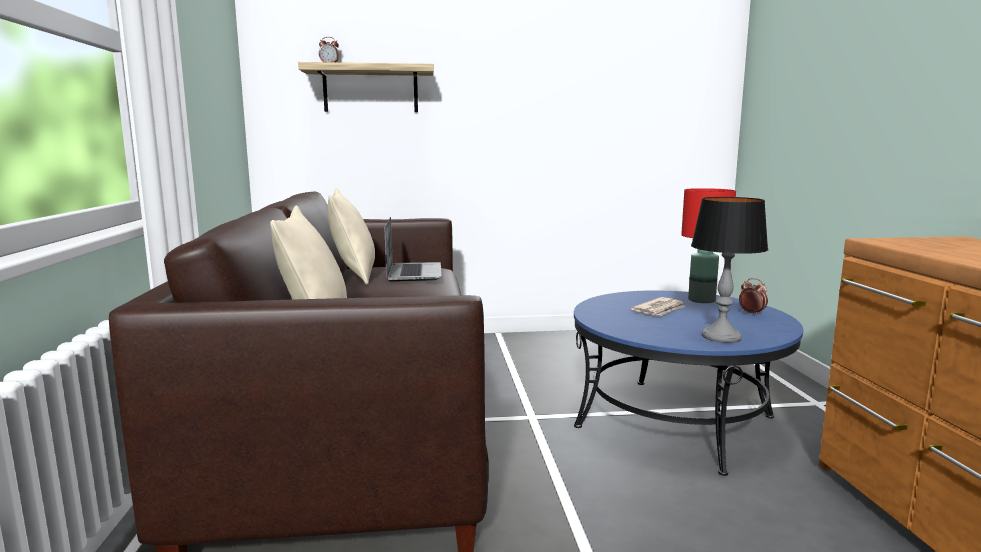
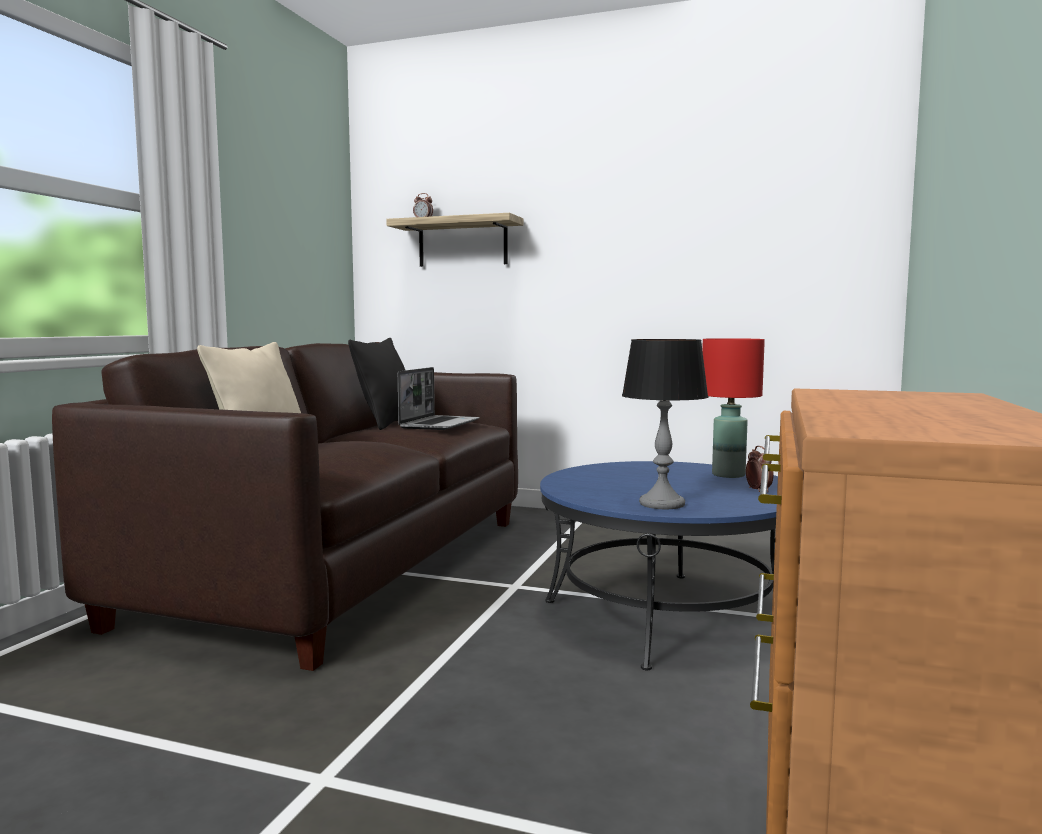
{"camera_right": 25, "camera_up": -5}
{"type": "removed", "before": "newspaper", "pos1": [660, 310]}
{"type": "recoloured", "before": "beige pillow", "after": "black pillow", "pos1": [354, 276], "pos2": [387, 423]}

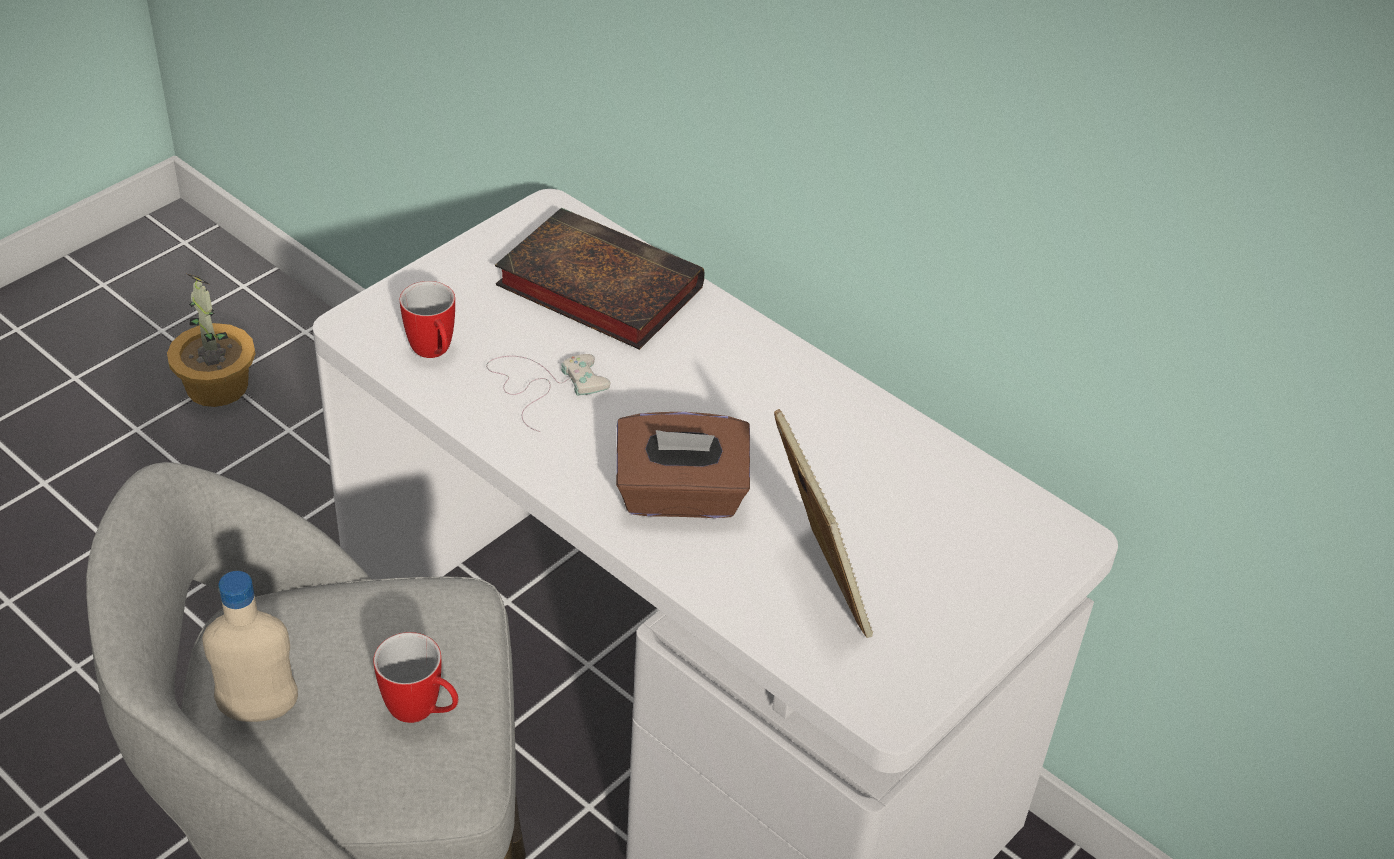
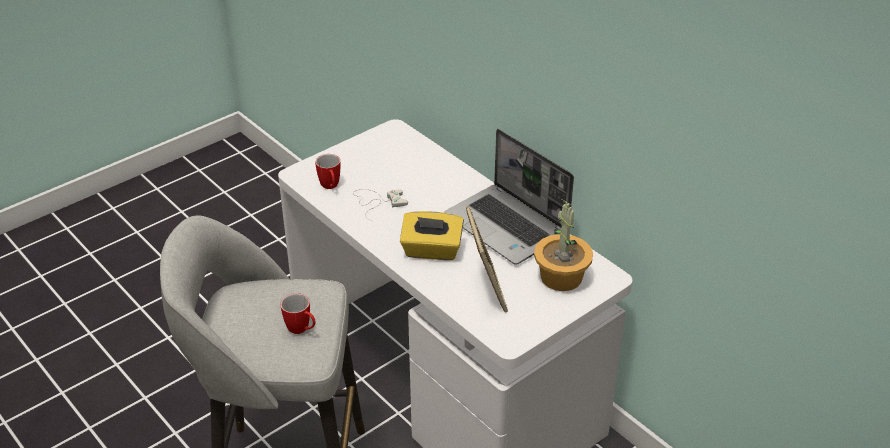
{"camera_right": 10, "camera_up": -5}
{"type": "removed", "before": "beige bottle", "pos1": [259, 710]}
{"type": "removed", "before": "book", "pos1": [594, 286]}
{"type": "added", "after": "laptop", "pos2": [507, 226]}
{"type": "moved", "before": "potted plant", "pos1": [216, 386], "pos2": [560, 277]}
{"type": "recoloured", "before": "brown tissue box", "after": "yellow tissue box", "pos1": [680, 496], "pos2": [431, 251]}

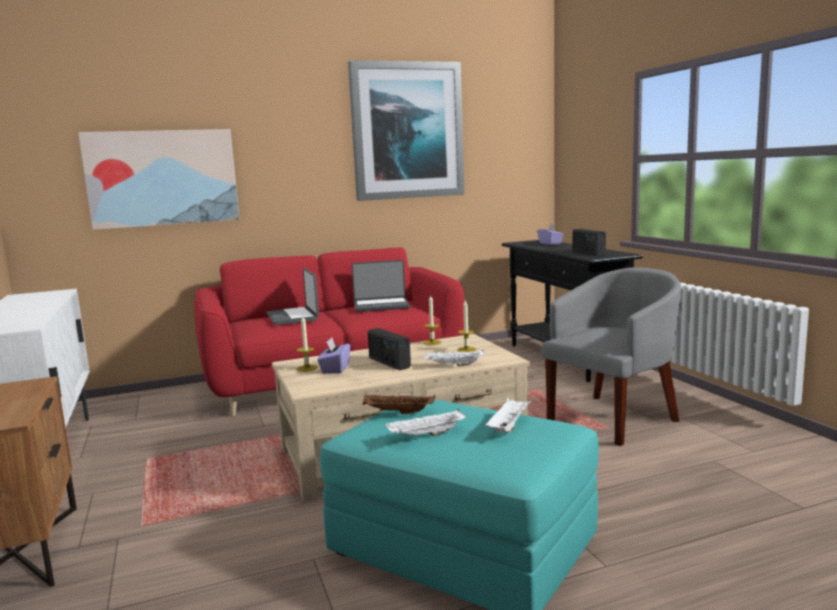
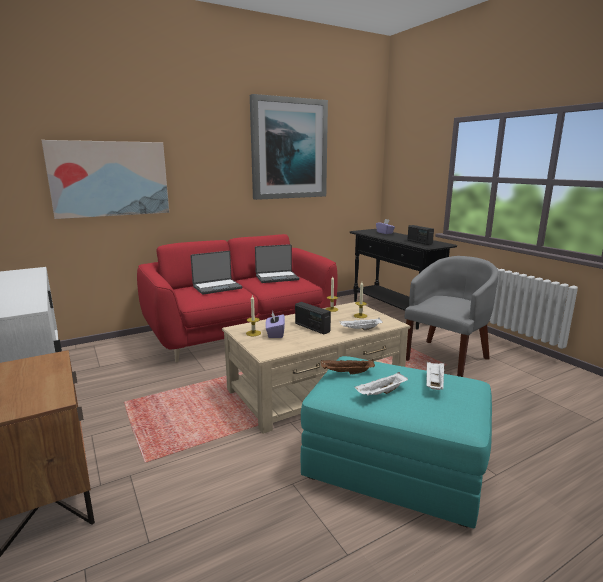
{"camera_right": -10, "camera_up": 5}
{"type": "turned", "before": "laptop", "pos1": [293, 317], "pos2": [217, 287], "turn": -90}

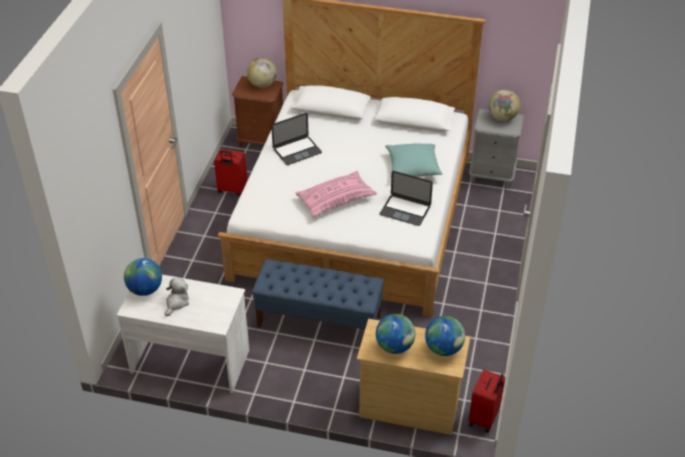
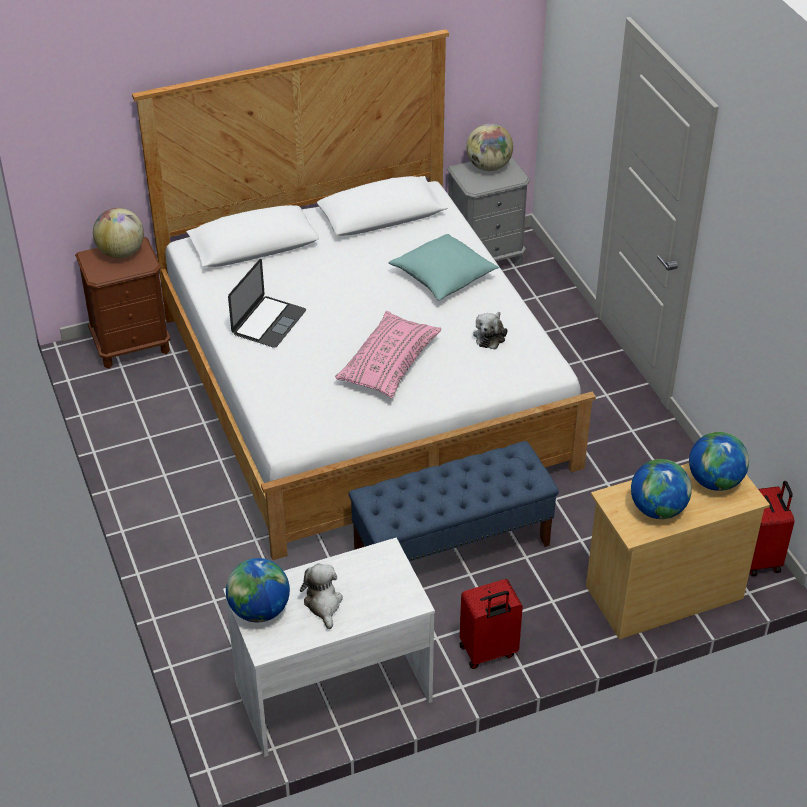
{"camera_right": -35, "camera_up": 0}
{"type": "moved", "before": "red suitcase", "pos1": [232, 189], "pos2": [488, 652]}
{"type": "replaced", "before": "laptop", "after": "plush toy", "pos1": [405, 210], "pos2": [490, 336]}

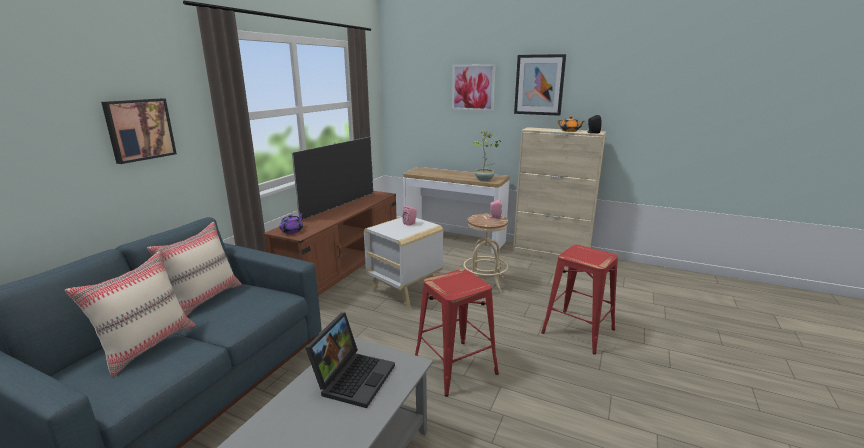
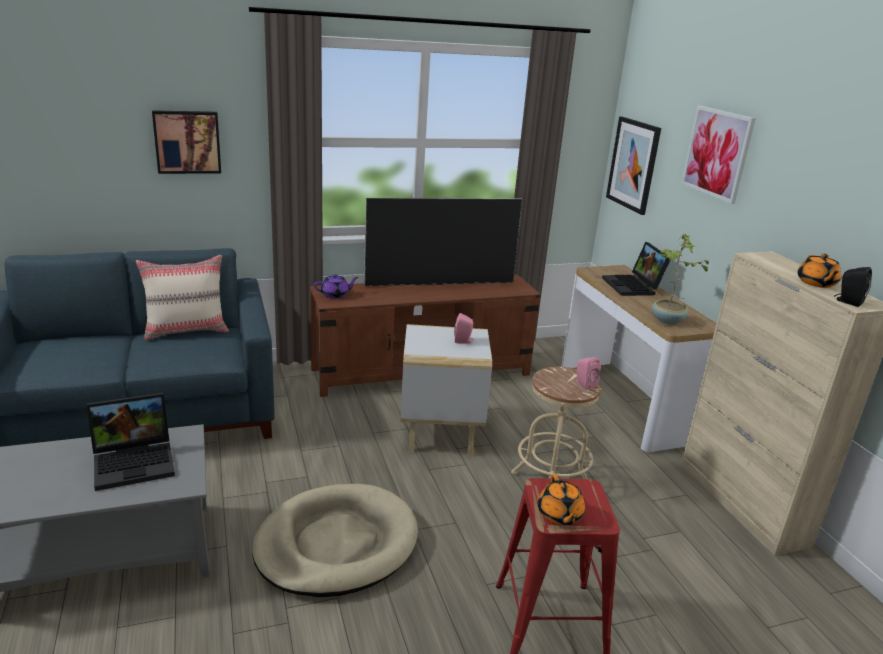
{"camera_right": 45, "camera_up": 5}
{"type": "removed", "before": "beige pillow", "pos1": [147, 345]}
{"type": "added", "after": "orange teapot", "pos2": [559, 515]}
{"type": "added", "after": "laptop", "pos2": [634, 287]}
{"type": "moved", "before": "picture", "pos1": [539, 85], "pos2": [633, 164]}
{"type": "replaced", "before": "red stool", "after": "beige dog bed", "pos1": [455, 367], "pos2": [336, 544]}

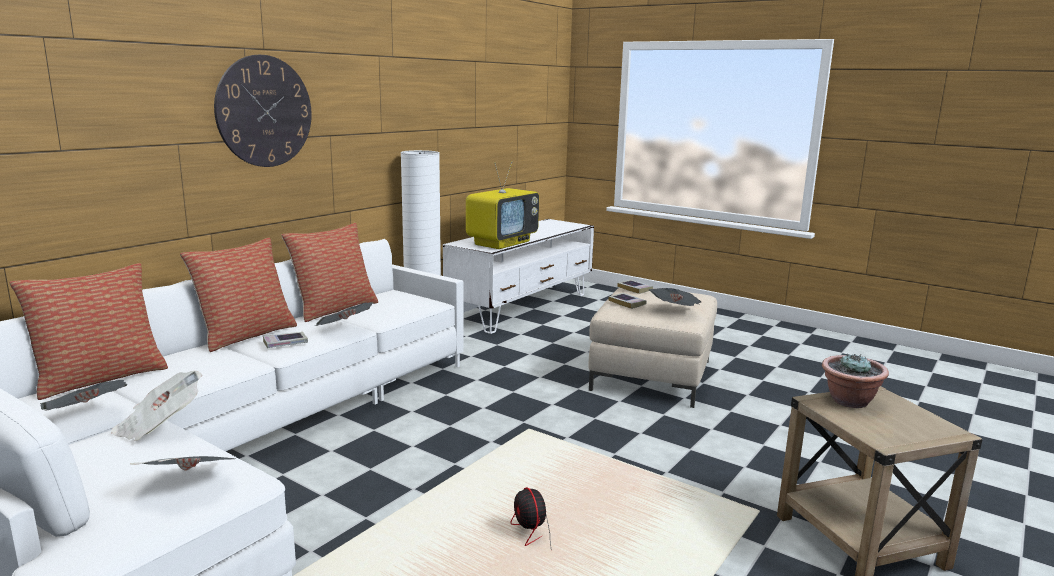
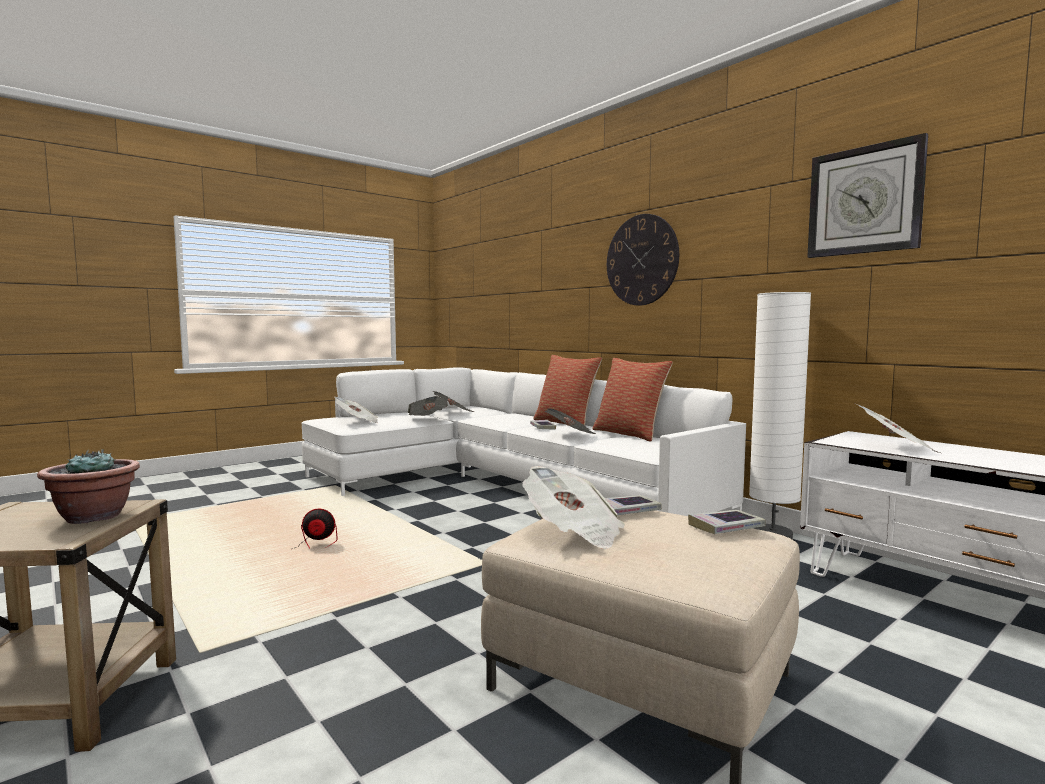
{"camera_right": 105, "camera_up": -10}
{"type": "removed", "before": "pillow", "pos1": [100, 378]}
{"type": "added", "after": "wall clock", "pos2": [864, 200]}
{"type": "replaced", "before": "television", "after": "newspaper", "pos1": [502, 243], "pos2": [895, 448]}

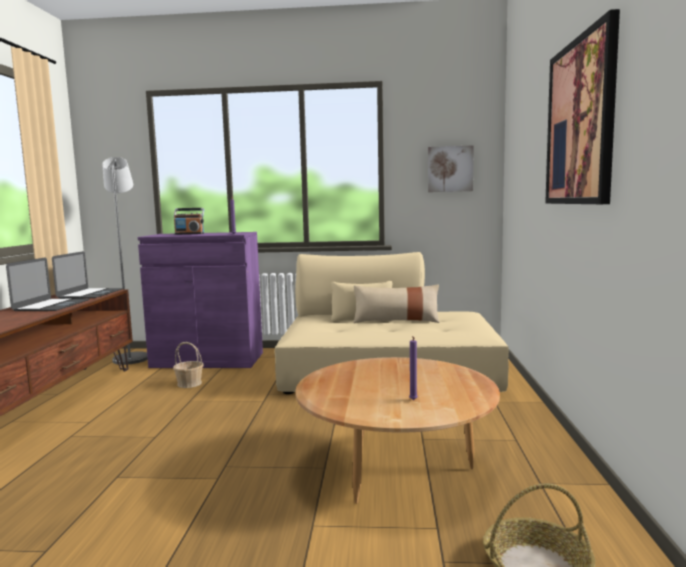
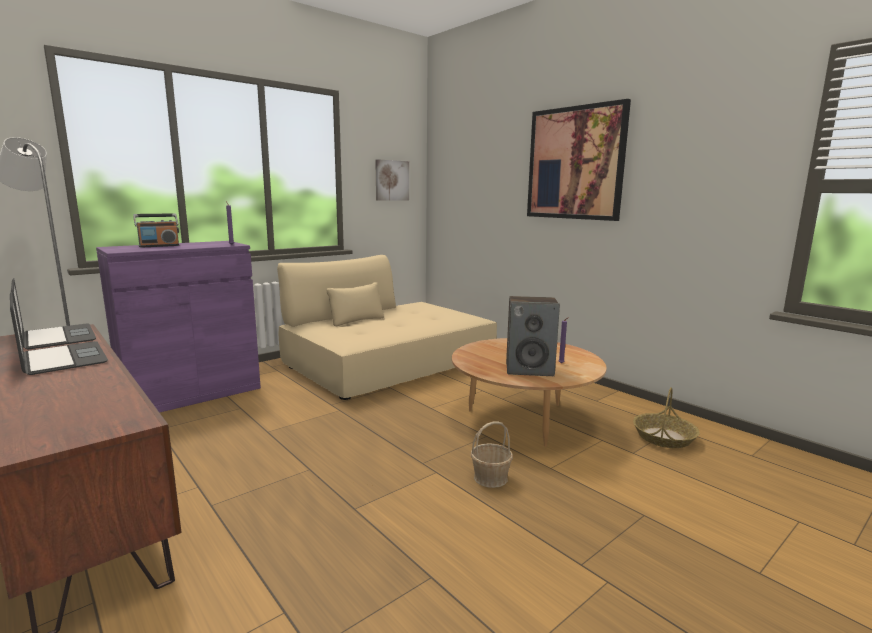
{"camera_right": -45, "camera_up": 5}
{"type": "removed", "before": "beige pillow", "pos1": [396, 320]}
{"type": "added", "after": "speaker", "pos2": [529, 369]}
{"type": "moved", "before": "basket", "pos1": [189, 383], "pos2": [491, 478]}

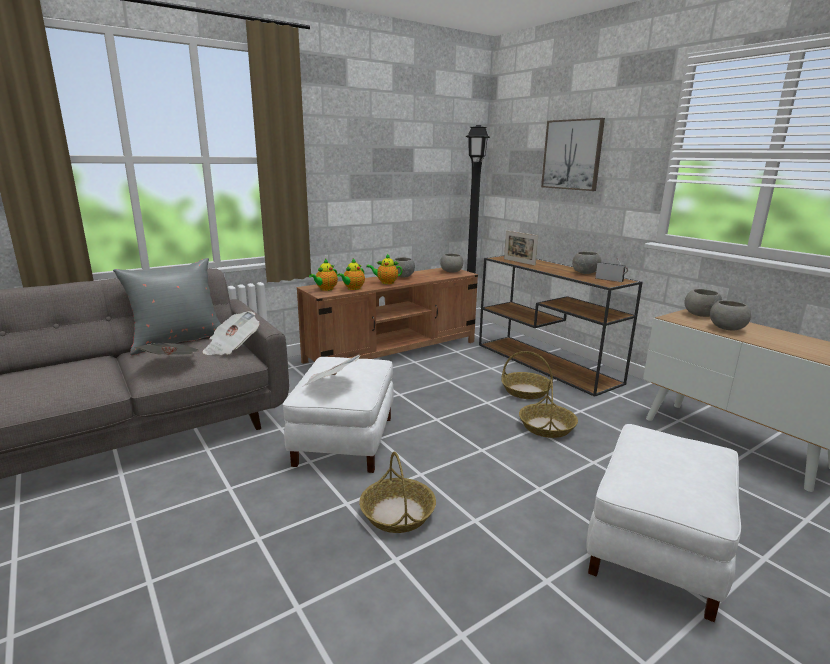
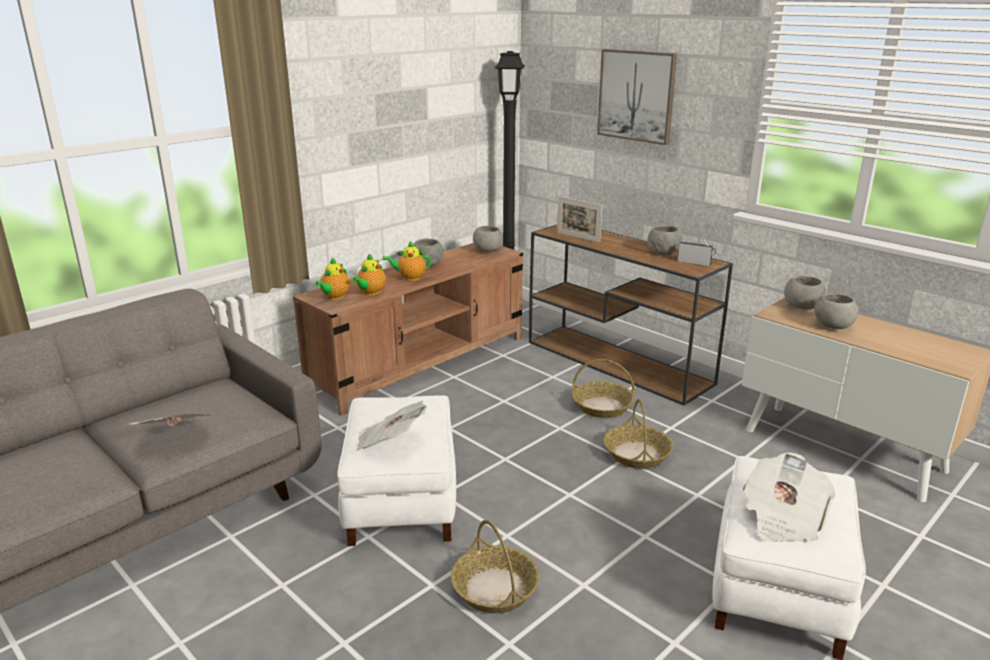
{"camera_right": -10, "camera_up": 5}
{"type": "removed", "before": "grey pillow", "pos1": [178, 341]}
{"type": "moved", "before": "newspaper", "pos1": [232, 348], "pos2": [782, 518]}

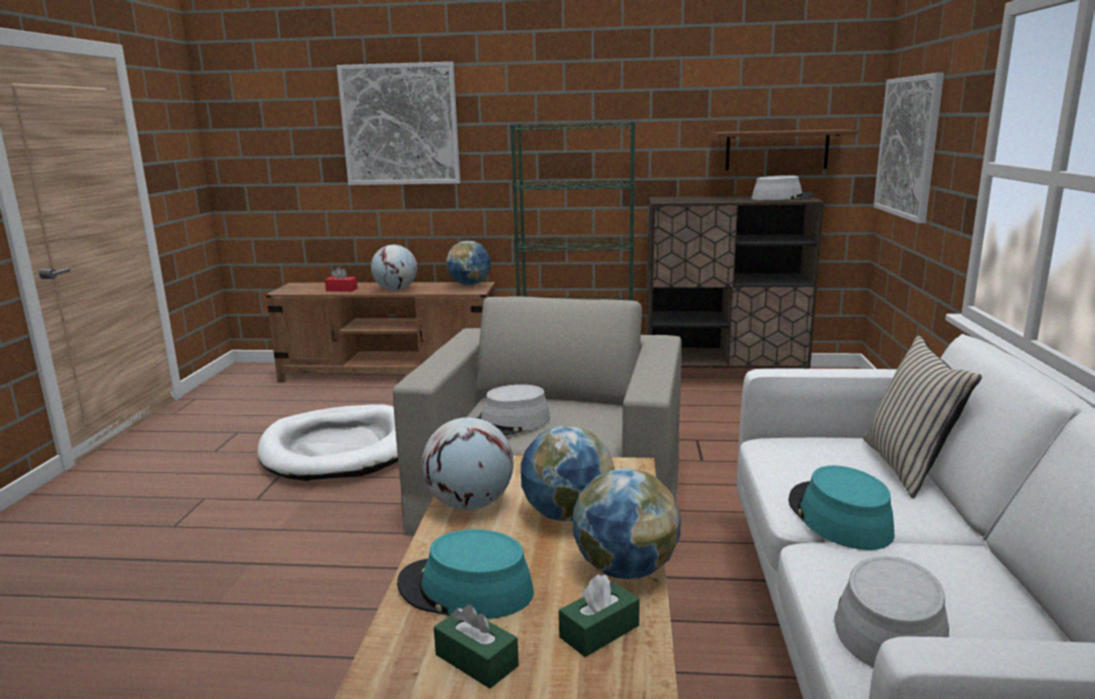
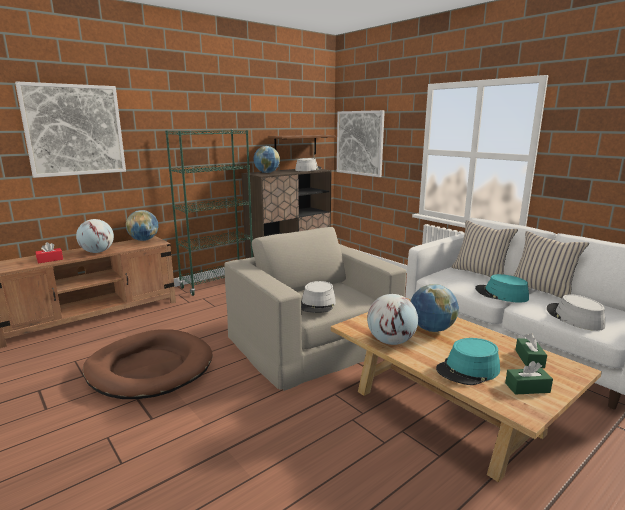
{"camera_right": -45, "camera_up": 0}
{"type": "added", "after": "beige pillow", "pos2": [542, 290]}
{"type": "moved", "before": "globe", "pos1": [625, 569], "pos2": [267, 173]}
{"type": "recoloured", "before": "white dog bed", "after": "brown dog bed", "pos1": [340, 449], "pos2": [150, 368]}

